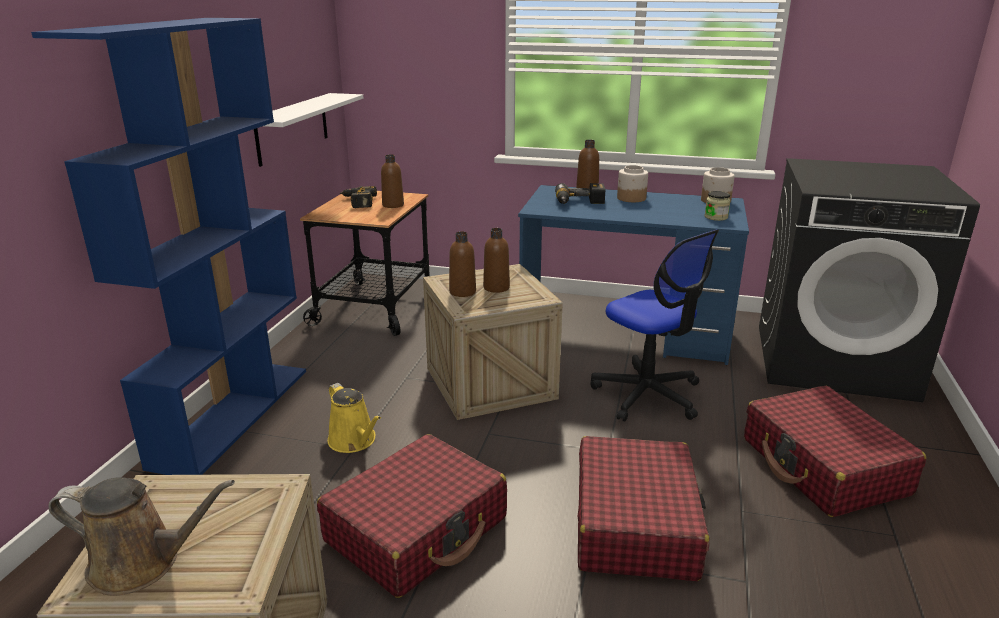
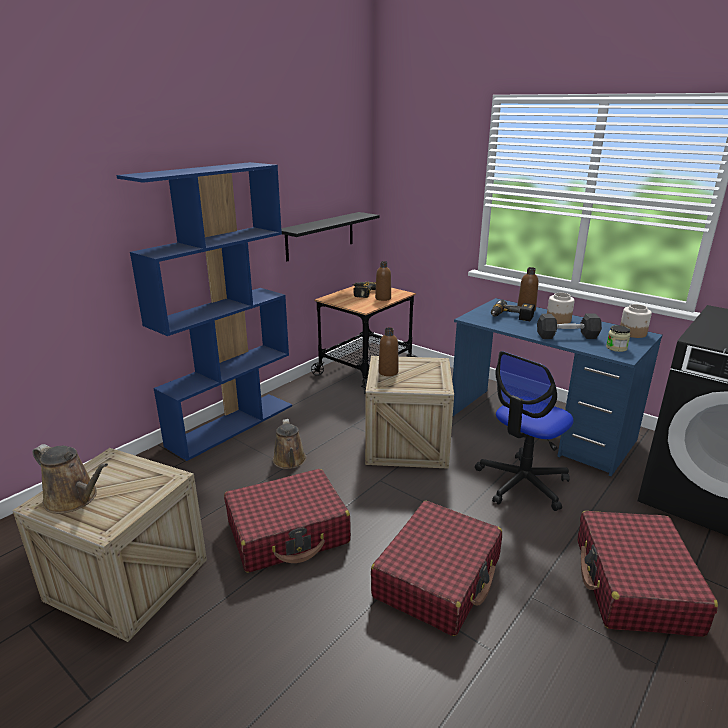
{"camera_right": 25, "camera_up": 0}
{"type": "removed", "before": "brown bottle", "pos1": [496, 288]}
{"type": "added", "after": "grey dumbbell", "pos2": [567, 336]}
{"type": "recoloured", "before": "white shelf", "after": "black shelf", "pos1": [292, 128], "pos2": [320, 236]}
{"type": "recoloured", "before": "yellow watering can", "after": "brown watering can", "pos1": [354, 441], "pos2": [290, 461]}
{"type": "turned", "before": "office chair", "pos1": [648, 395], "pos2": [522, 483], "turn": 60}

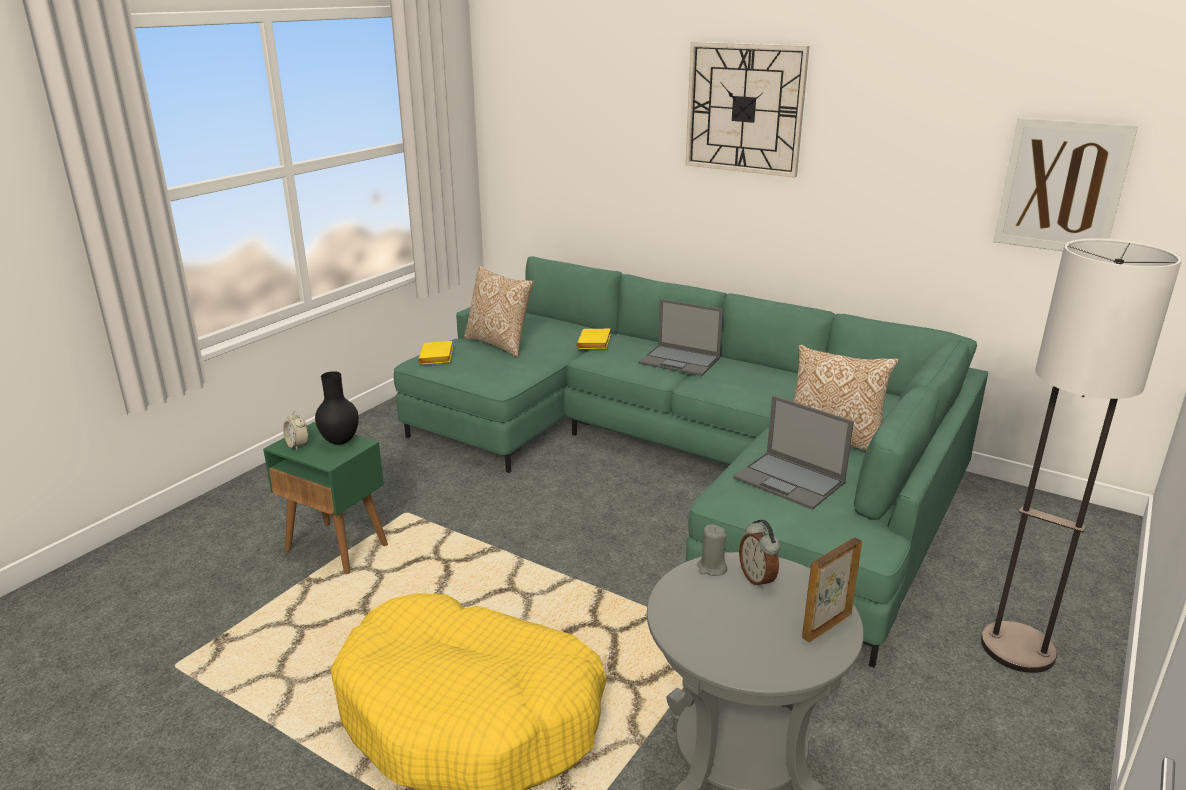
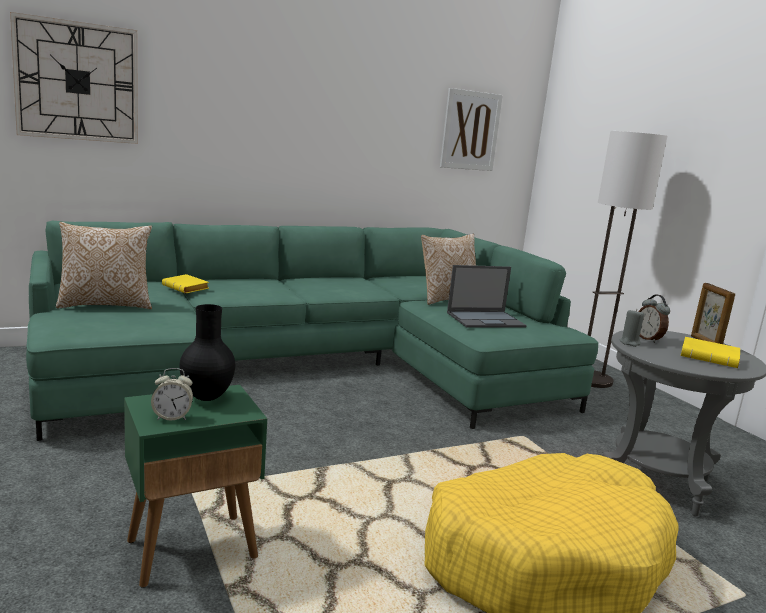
{"camera_right": -60, "camera_up": -10}
{"type": "removed", "before": "laptop", "pos1": [680, 361]}
{"type": "moved", "before": "yellow book", "pos1": [437, 357], "pos2": [710, 358]}
{"type": "moved", "before": "wall clock", "pos1": [744, 108], "pos2": [77, 82]}
{"type": "turned", "before": "alarm clock", "pos1": [758, 579], "pos2": [648, 339], "turn": 60}

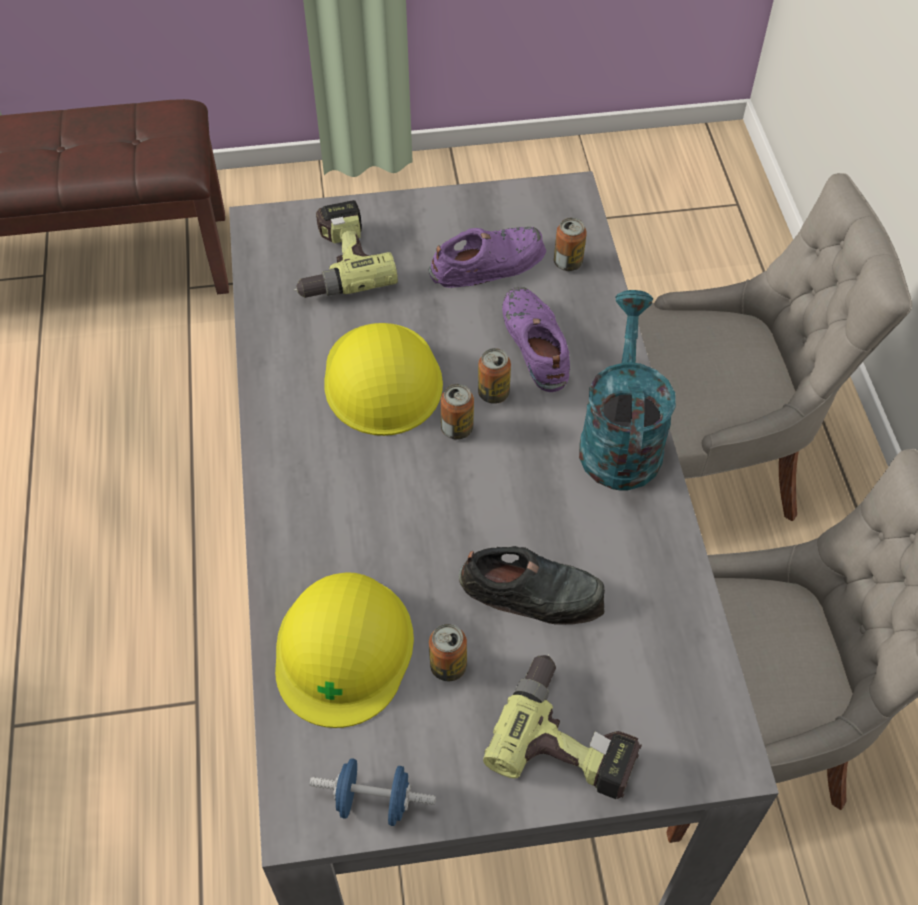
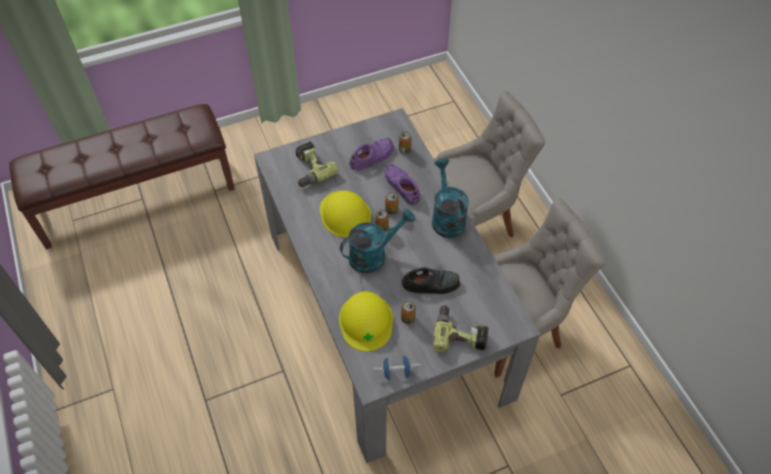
{"camera_right": -15, "camera_up": 0}
{"type": "added", "after": "turquoise watering can", "pos2": [373, 254]}

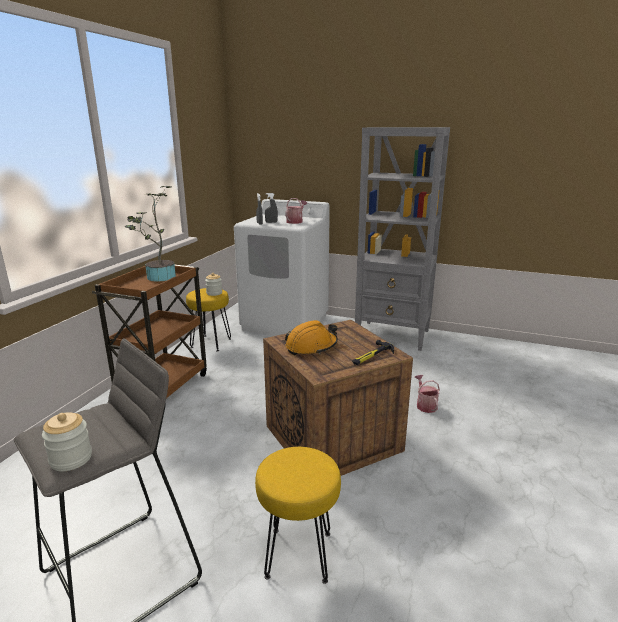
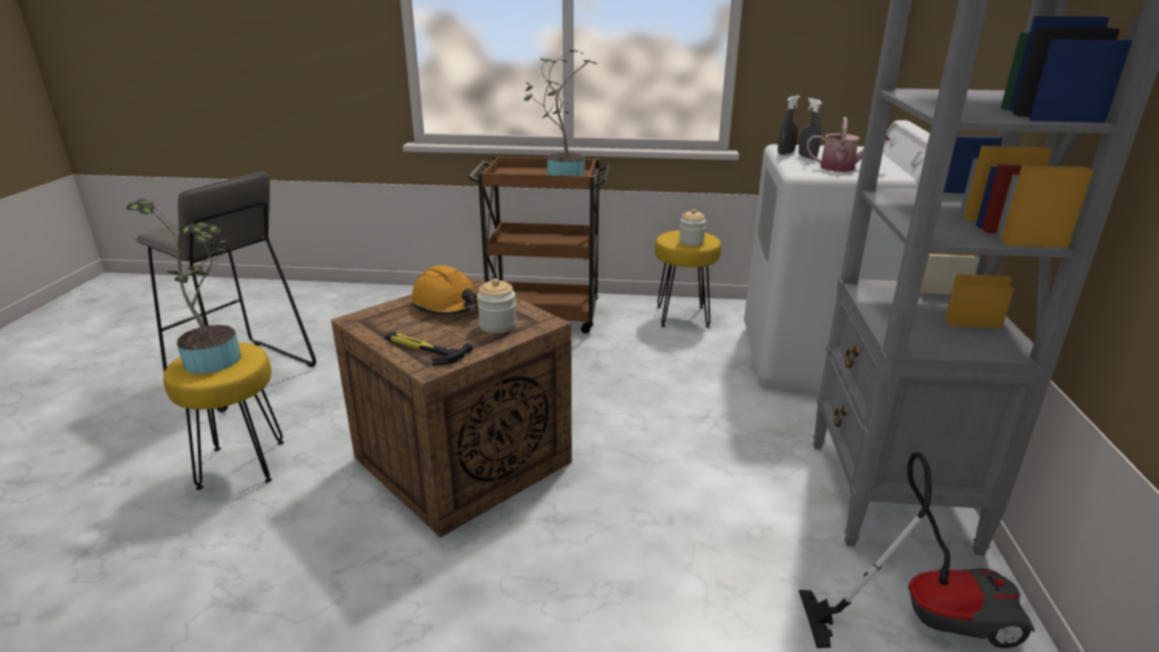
{"camera_right": 75, "camera_up": 5}
{"type": "removed", "before": "watering can", "pos1": [425, 405]}
{"type": "added", "after": "potted plant", "pos2": [216, 357]}
{"type": "added", "after": "vacuum cleaner", "pos2": [925, 614]}
{"type": "moved", "before": "jar", "pos1": [71, 459], "pos2": [497, 325]}

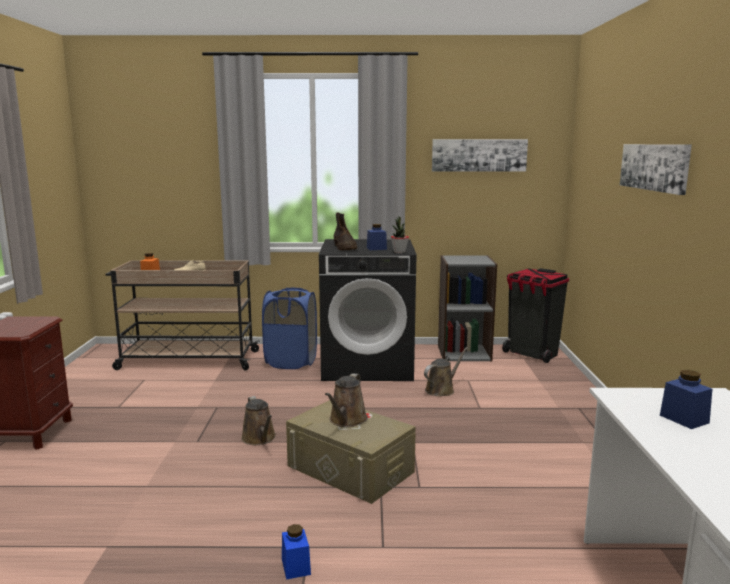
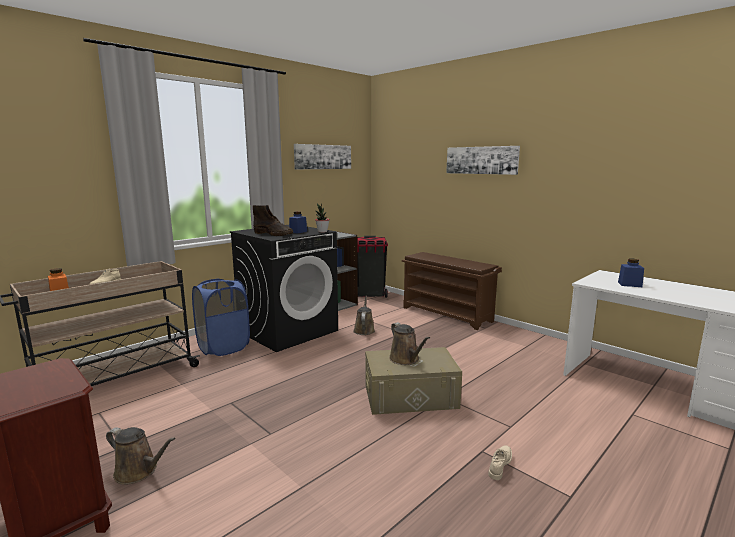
{"camera_right": -45, "camera_up": 0}
{"type": "added", "after": "brown shoe rack", "pos2": [447, 314]}
{"type": "moved", "before": "brown watering can", "pos1": [259, 439], "pos2": [139, 471]}
{"type": "replaced", "before": "blue jar", "after": "beige shoe", "pos1": [296, 567], "pos2": [500, 465]}

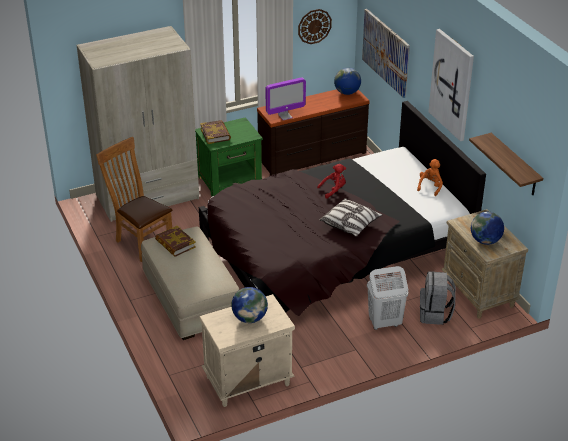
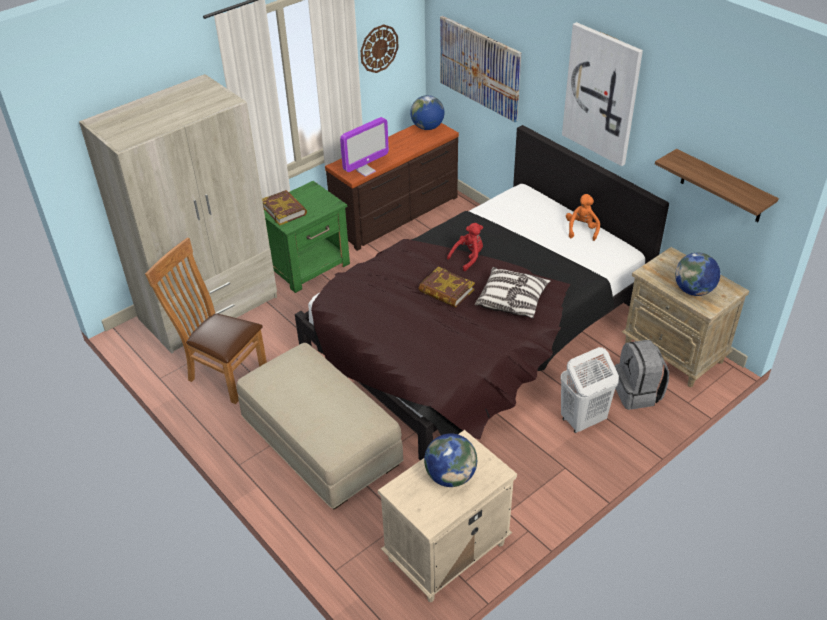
{"camera_right": -15, "camera_up": 5}
{"type": "moved", "before": "book", "pos1": [175, 244], "pos2": [446, 291]}

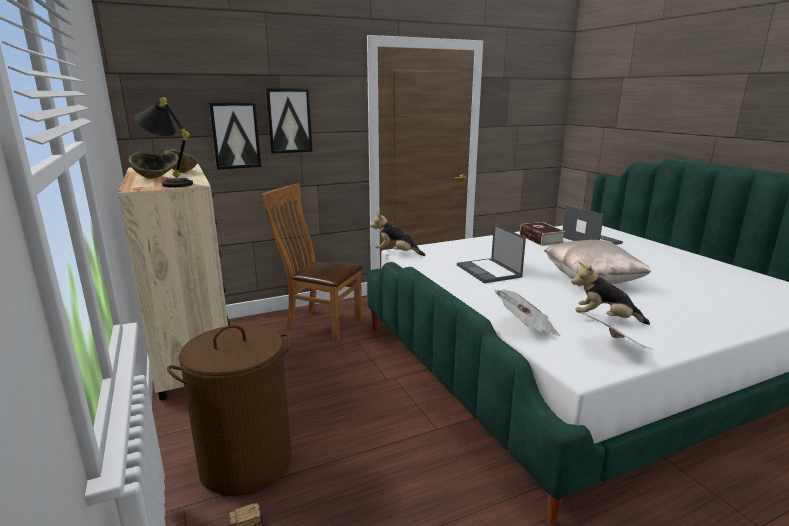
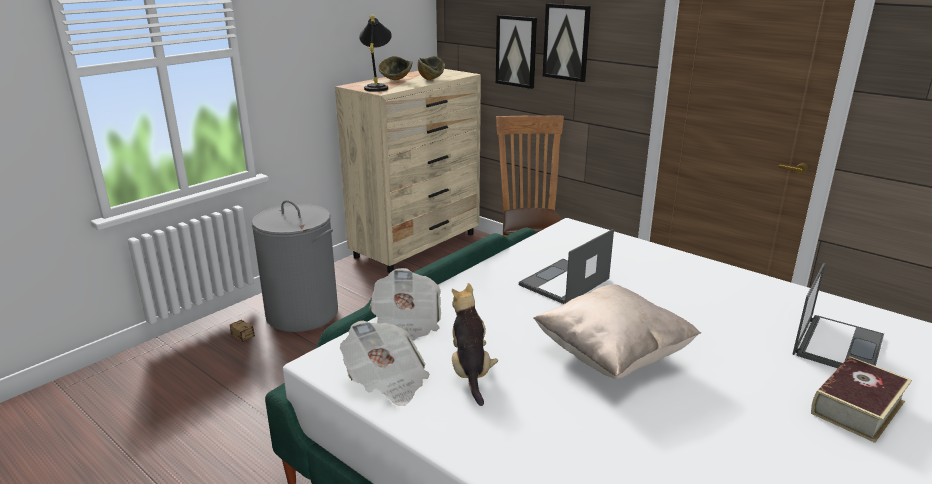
{"camera_right": 65, "camera_up": 5}
{"type": "removed", "before": "plush toy", "pos1": [396, 253]}
{"type": "moved", "before": "book", "pos1": [541, 239], "pos2": [857, 407]}
{"type": "recoloured", "before": "brown laundry basket", "after": "grey laundry basket", "pos1": [246, 462], "pos2": [302, 313]}

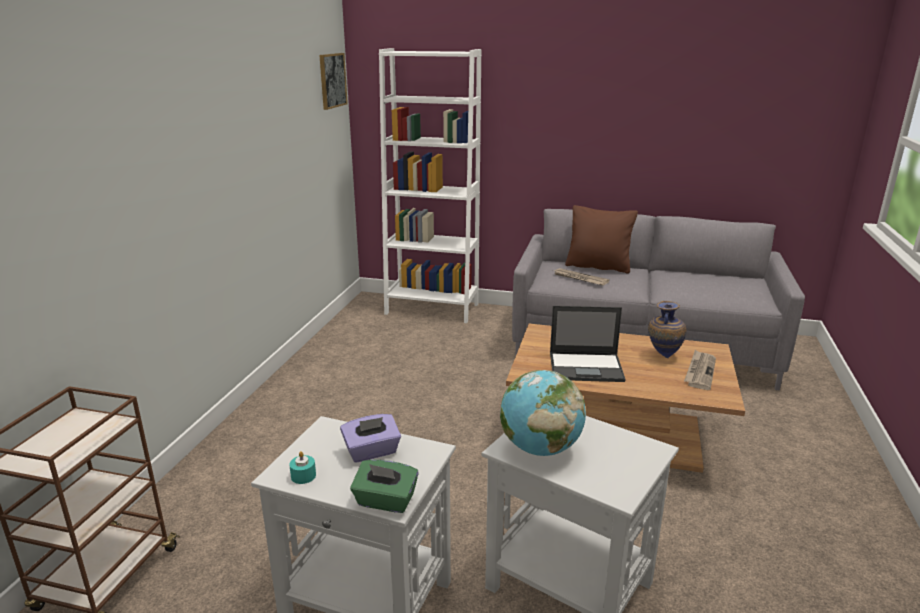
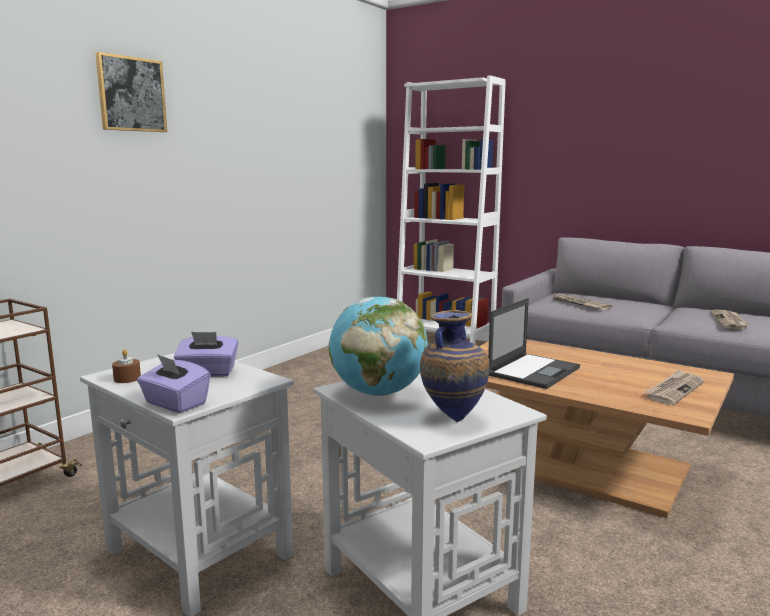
{"camera_right": 20, "camera_up": -10}
{"type": "removed", "before": "brown pillow", "pos1": [598, 267]}
{"type": "added", "after": "newspaper", "pos2": [729, 321]}
{"type": "moved", "before": "picture", "pos1": [332, 80], "pos2": [131, 94]}
{"type": "moved", "before": "vase", "pos1": [663, 356], "pos2": [452, 418]}
{"type": "recoloured", "before": "turquoise candle", "after": "brown candle", "pos1": [303, 476], "pos2": [127, 378]}
{"type": "recoloured", "before": "green tissue box", "after": "purple tissue box", "pos1": [385, 501], "pos2": [175, 404]}
{"type": "turned", "before": "laptop", "pos1": [587, 367], "pos2": [534, 371], "turn": -75}

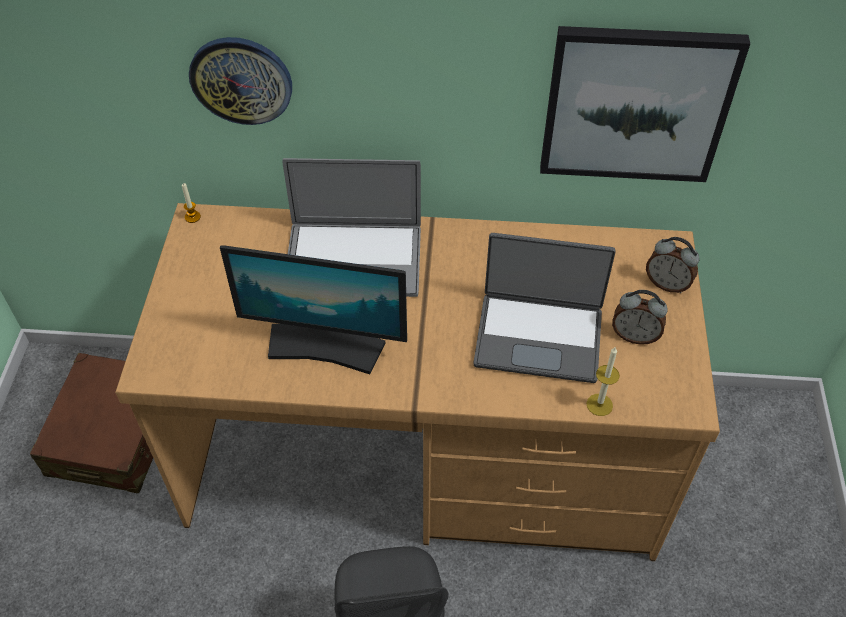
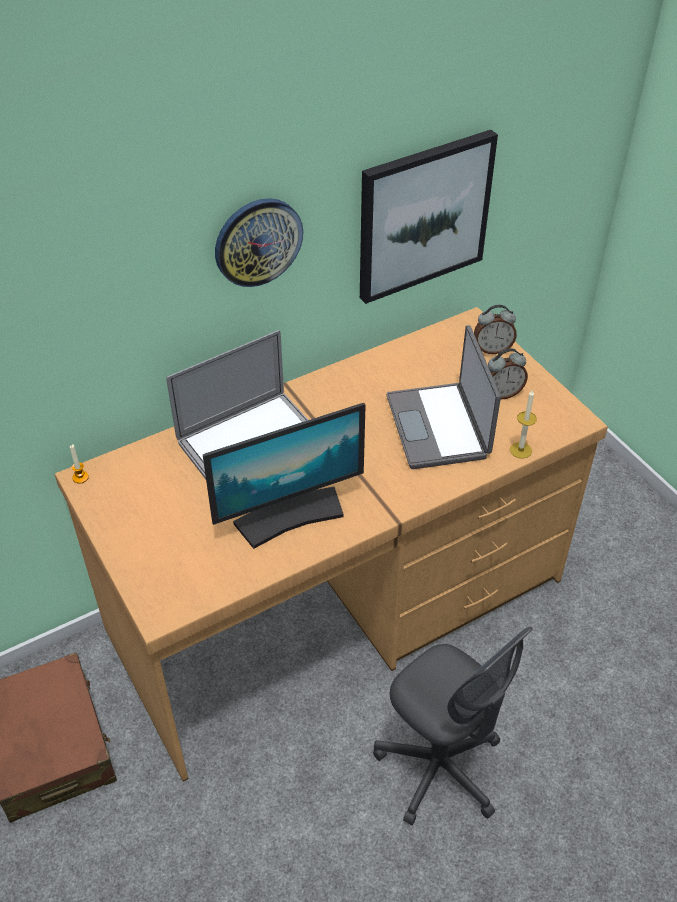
{"camera_right": -35, "camera_up": -5}
{"type": "moved", "before": "wall clock", "pos1": [241, 80], "pos2": [258, 241]}
{"type": "turned", "before": "laptop", "pos1": [539, 336], "pos2": [439, 427], "turn": 105}

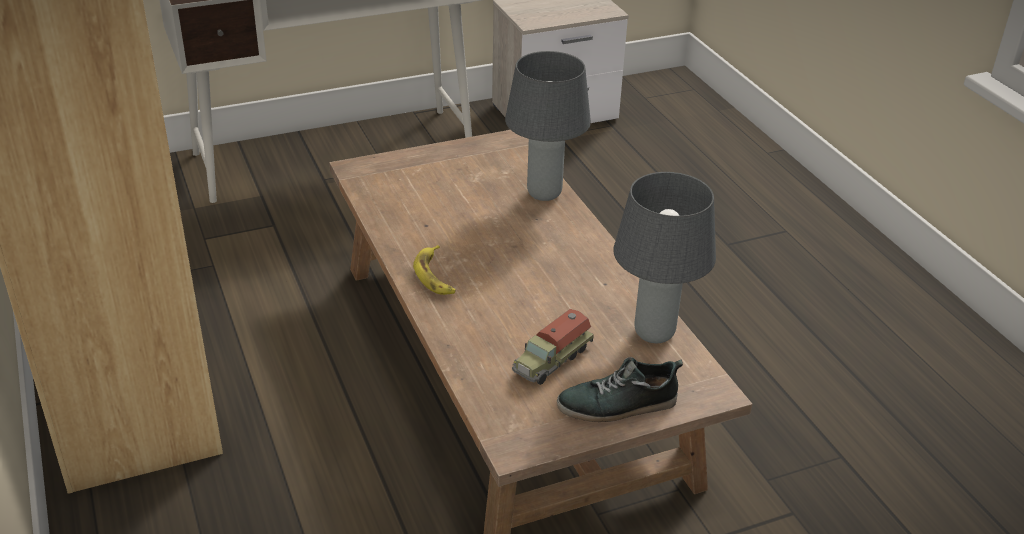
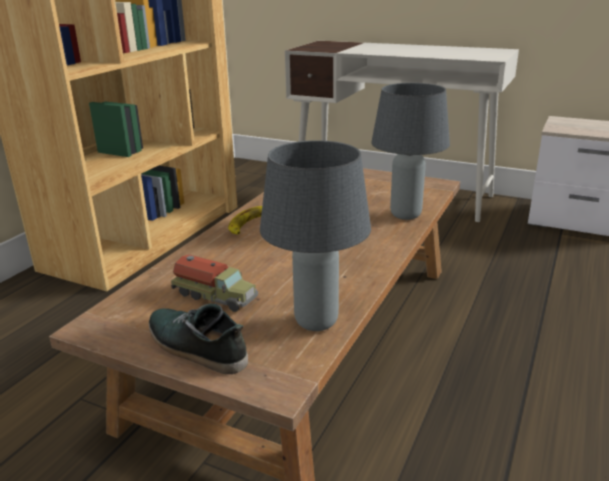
{"camera_right": 50, "camera_up": -10}
{"type": "turned", "before": "toy truck", "pos1": [551, 360], "pos2": [216, 296], "turn": -150}

